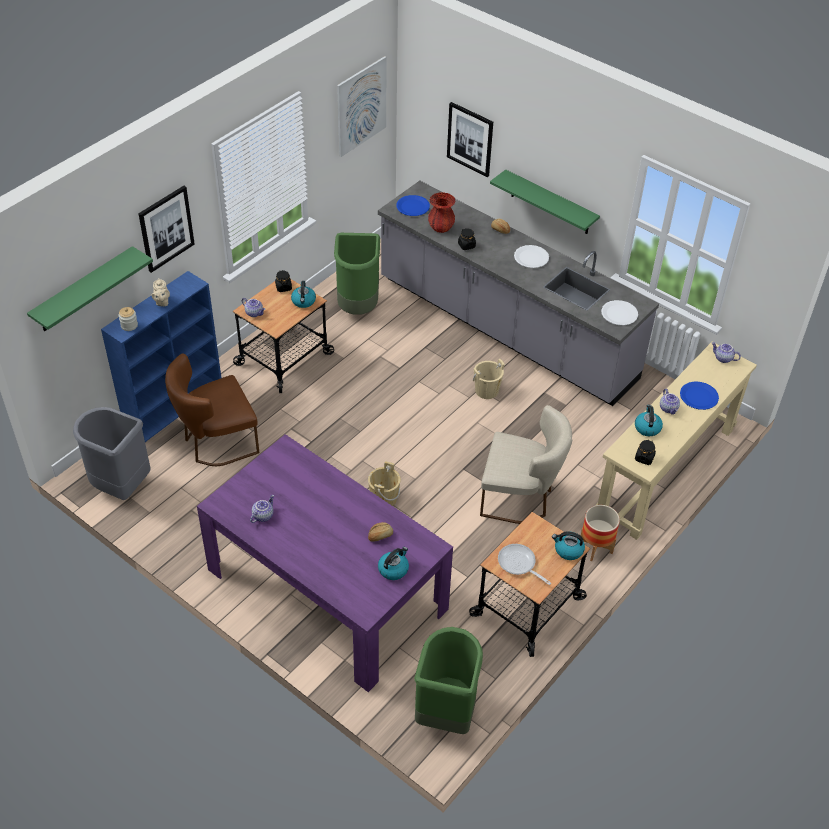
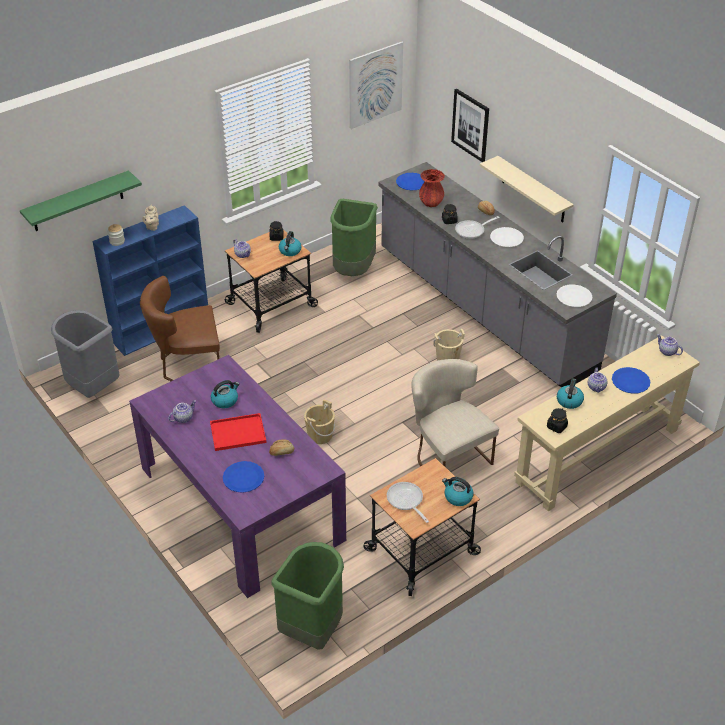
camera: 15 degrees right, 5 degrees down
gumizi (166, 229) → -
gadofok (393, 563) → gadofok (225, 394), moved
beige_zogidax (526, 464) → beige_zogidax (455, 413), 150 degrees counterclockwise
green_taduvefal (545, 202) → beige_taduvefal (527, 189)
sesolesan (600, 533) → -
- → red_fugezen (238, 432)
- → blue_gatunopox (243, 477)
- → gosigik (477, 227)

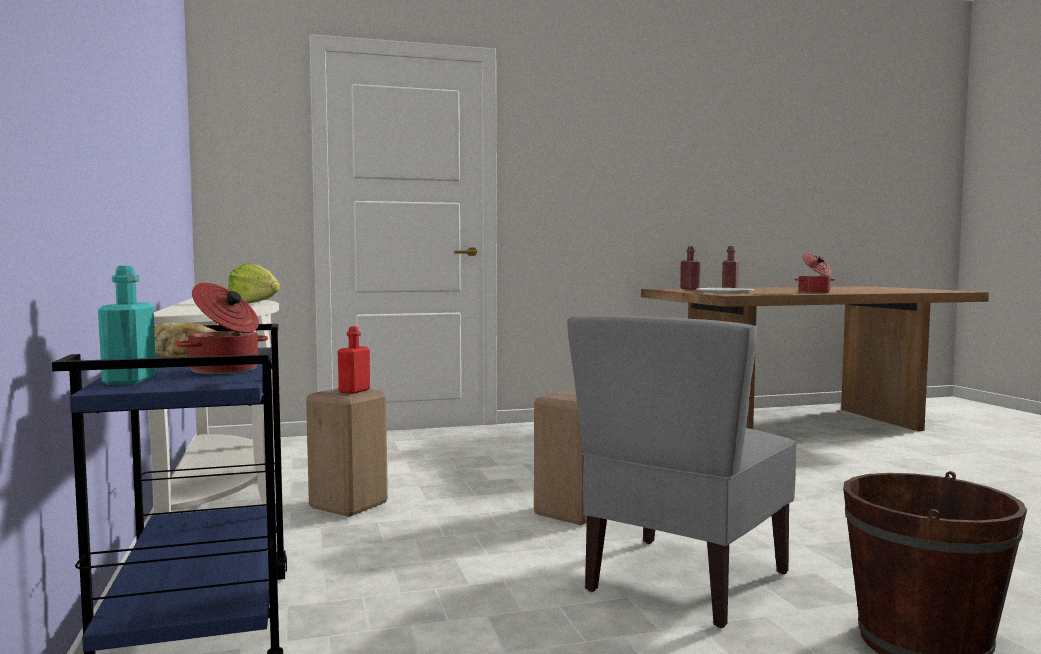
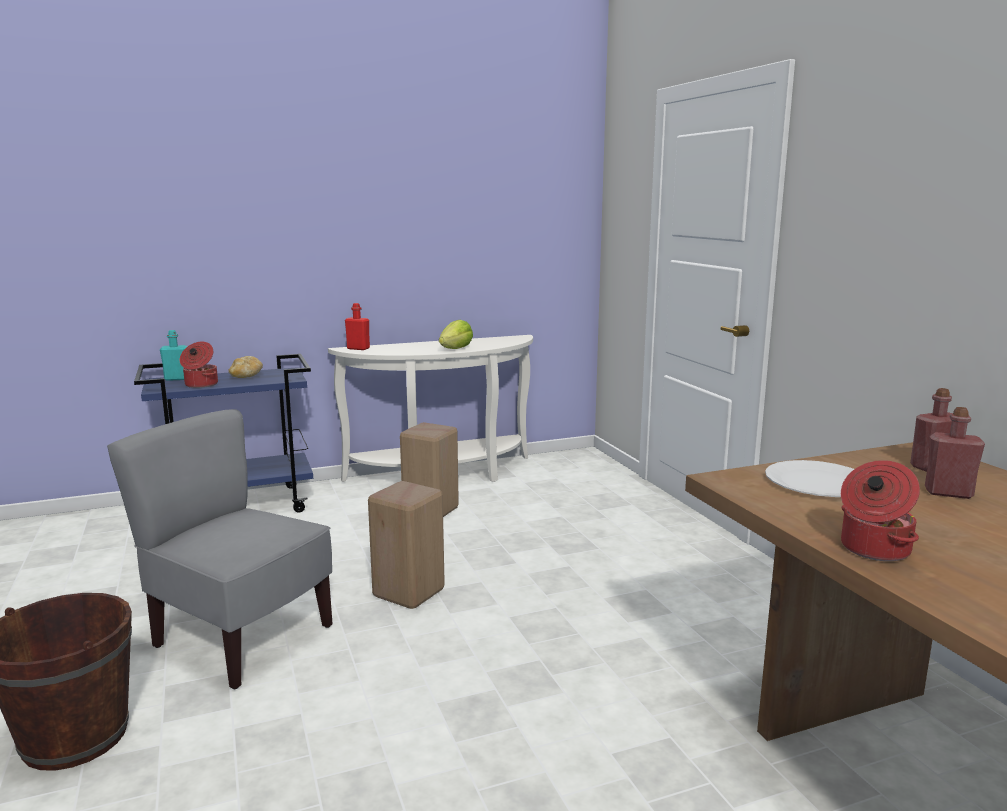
camera: 85 degrees right, 10 degrees up
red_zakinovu (354, 360) → red_zakinovu (357, 326), moved

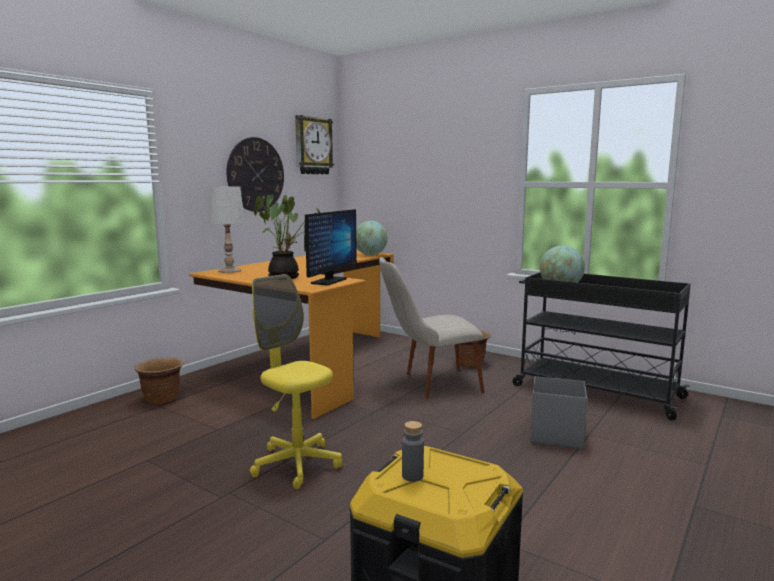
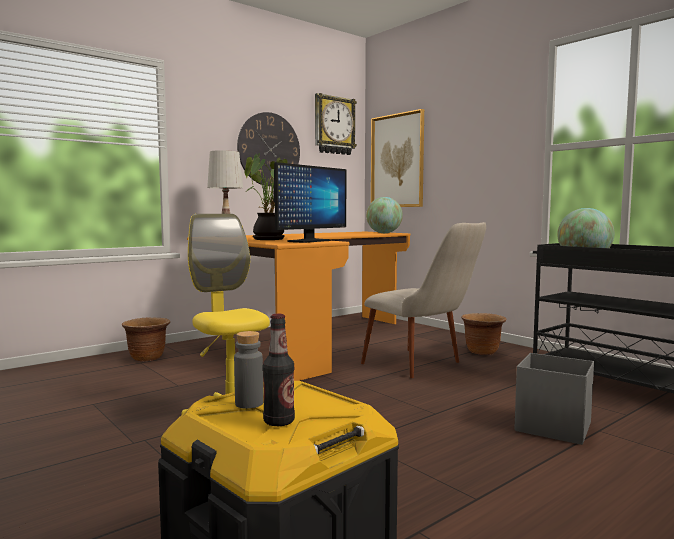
camera: 15 degrees right, 5 degrees down
beige_zogidax (431, 327) → beige_zogidax (423, 300), 135 degrees counterclockwise
- → zakinovu (278, 370)
- → gumizi (397, 158)

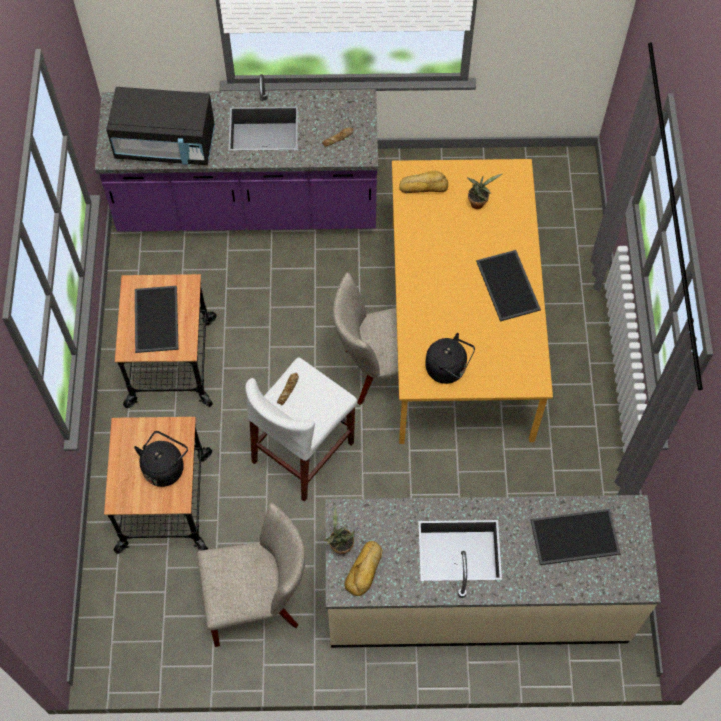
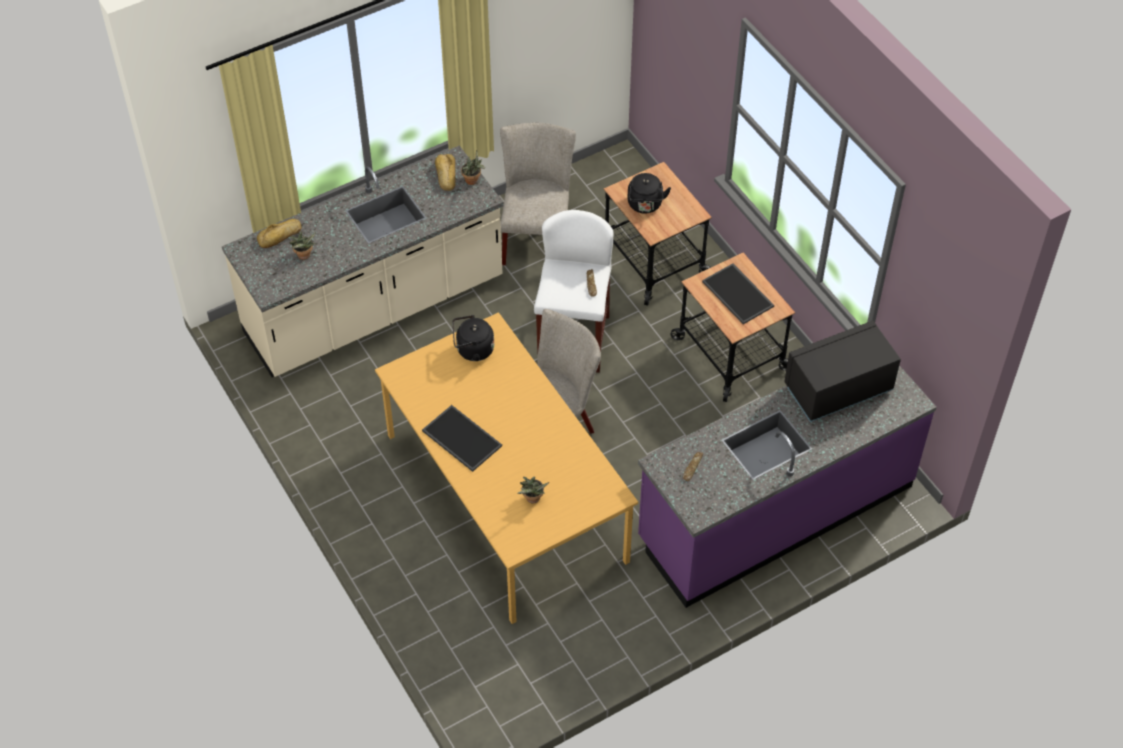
camera: 150 degrees right, 10 degrees down
beige_zogidax (251, 575) → beige_zogidax (538, 194), 135 degrees clockwise
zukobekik (423, 182) → zukobekik (279, 233), moved
fugezen (576, 537) → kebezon (302, 245)

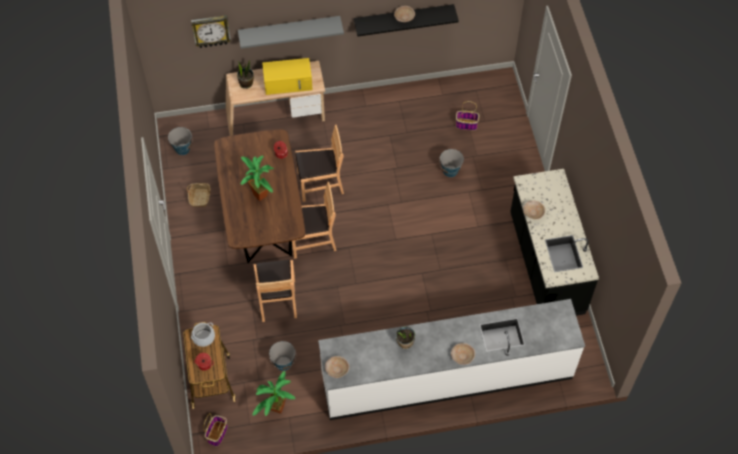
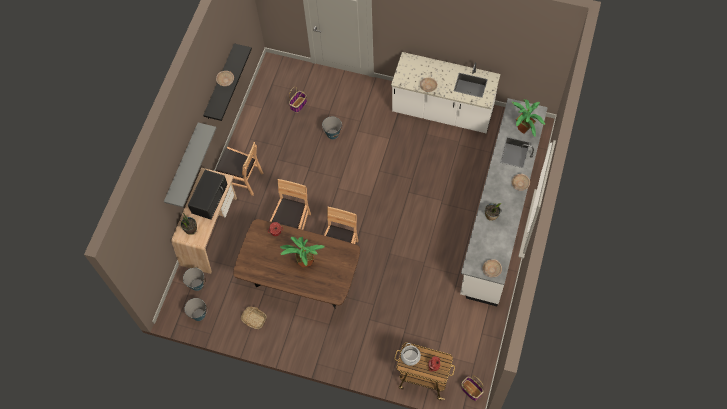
camera: 60 degrees left, 5 degrees up
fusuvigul (211, 31) → -
kebezon (273, 393) → kebezon (528, 118), moved
brown_zogidax (275, 291) → brown_zogidax (239, 169), moved
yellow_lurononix (287, 76) → black_lurononix (208, 195)
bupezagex (282, 356) → bupezagex (194, 279), moved
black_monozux (554, 242) → white_monozux (445, 92)

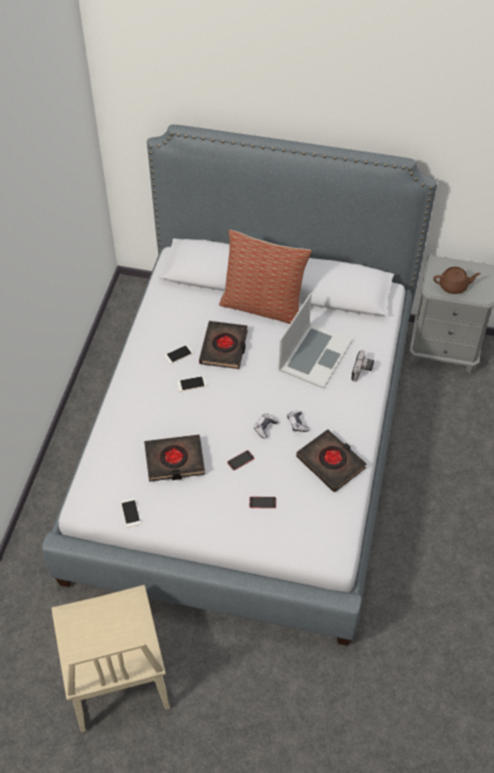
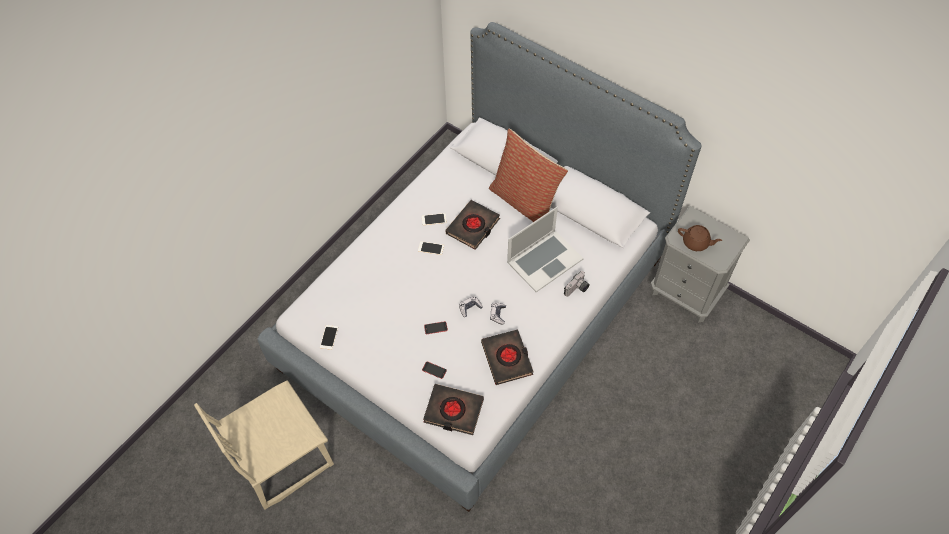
camera: 25 degrees right, 5 degrees up
beige_zogidax (110, 658) → beige_zogidax (264, 445), 45 degrees clockwise
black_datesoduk (174, 458) → black_datesoduk (453, 409), moved

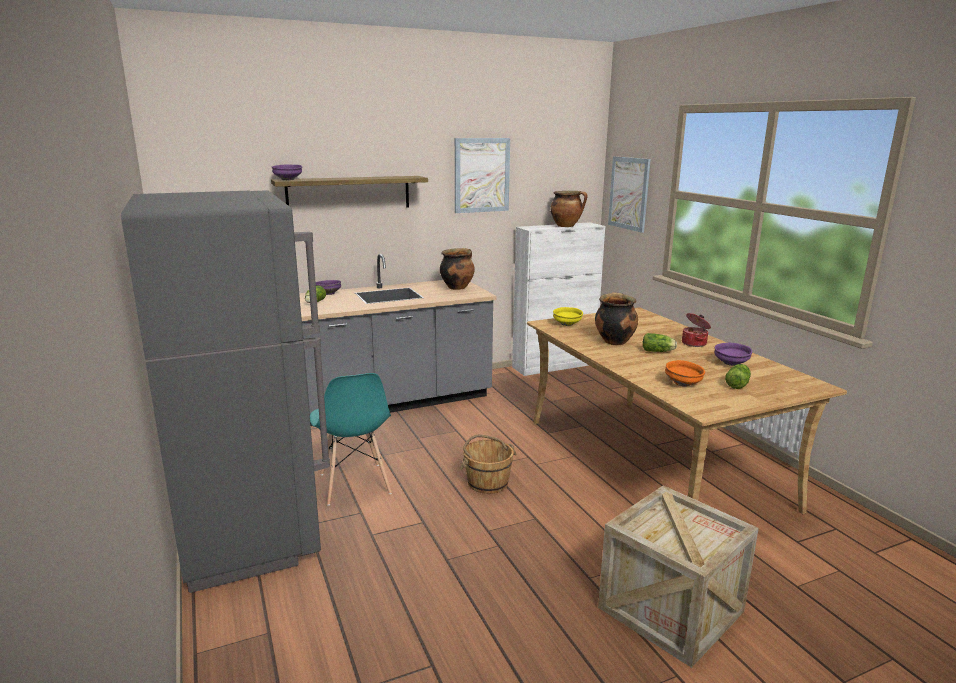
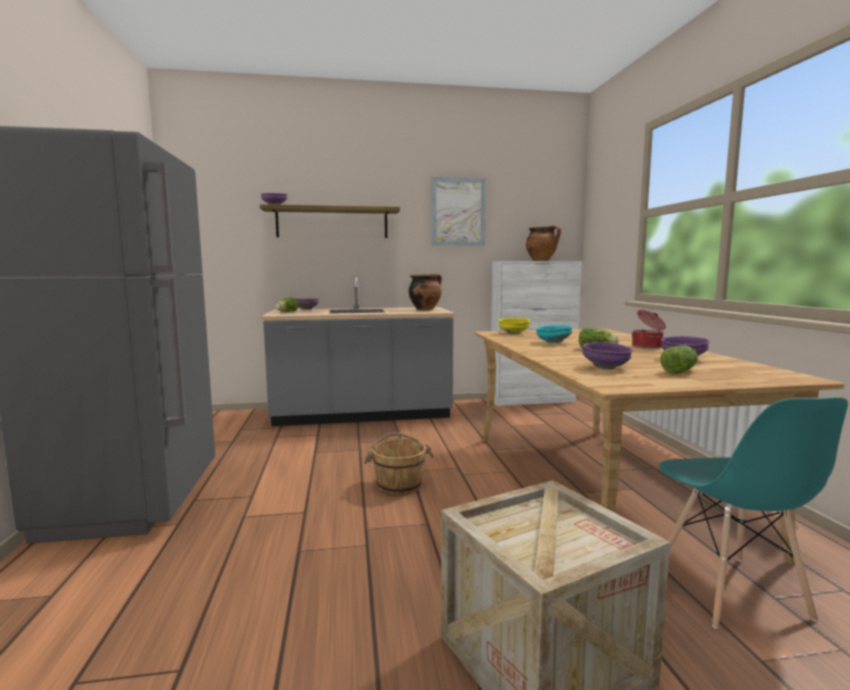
camera: 15 degrees right, 10 degrees down
turquoise_zogidax (351, 439) → turquoise_zogidax (753, 513), moved
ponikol (616, 318) → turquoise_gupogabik (554, 334)
gumizi (629, 194) → -
orange_gupogabik (685, 373) → purple_gupogabik (607, 355)

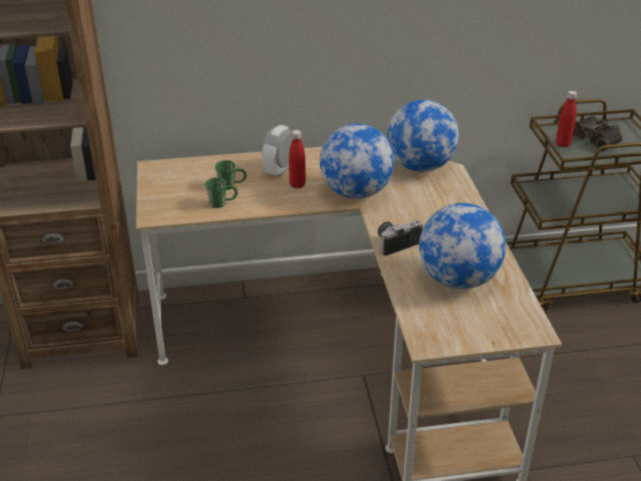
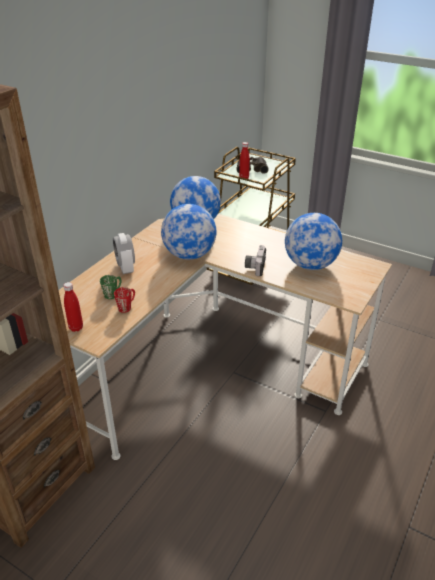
camera: 50 degrees left, 0 degrees up
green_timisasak (221, 192) → red_timisasak (124, 300)
red_zakinovu (297, 159) → red_zakinovu (73, 307), moved

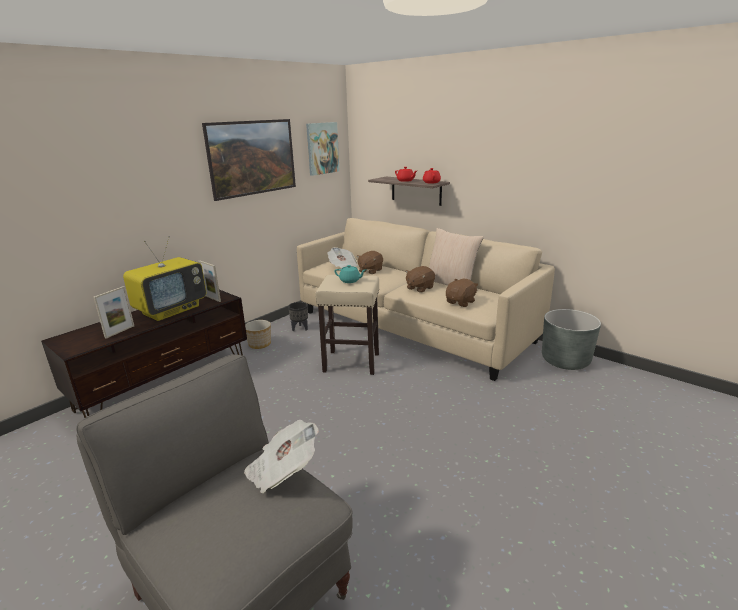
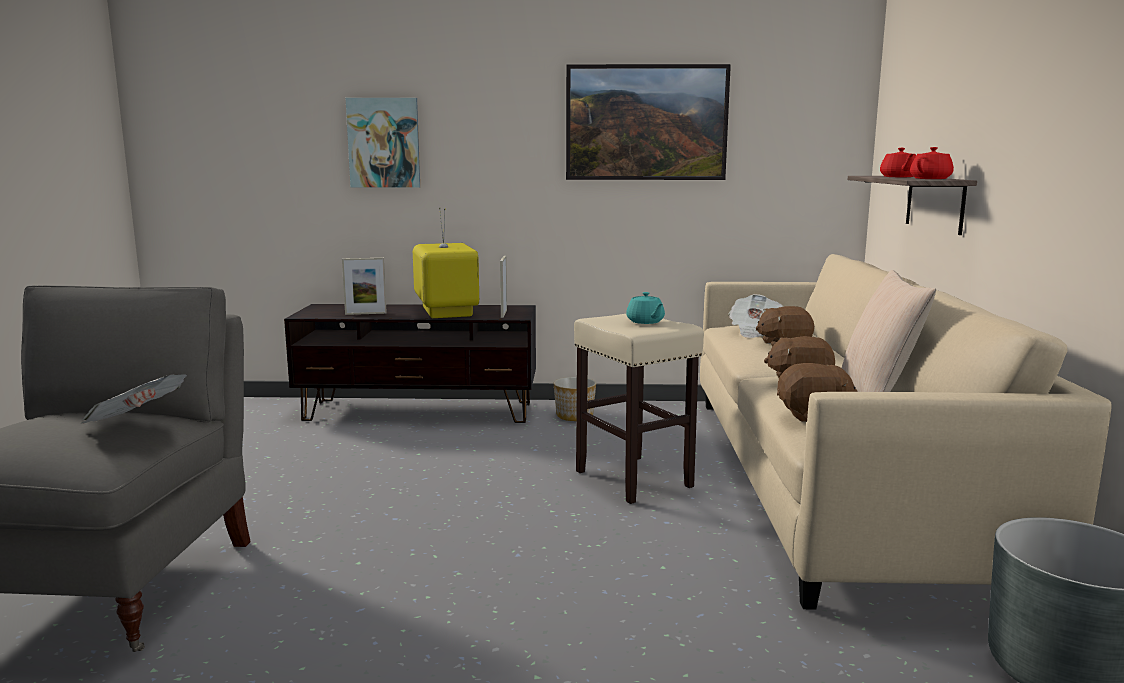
camera: 50 degrees right, 10 degrees down
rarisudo (164, 278) → rarisudo (446, 262), 105 degrees counterclockwise
black_sesolesan (298, 316) → -
gumizi (323, 149) → gumizi (383, 143), moved

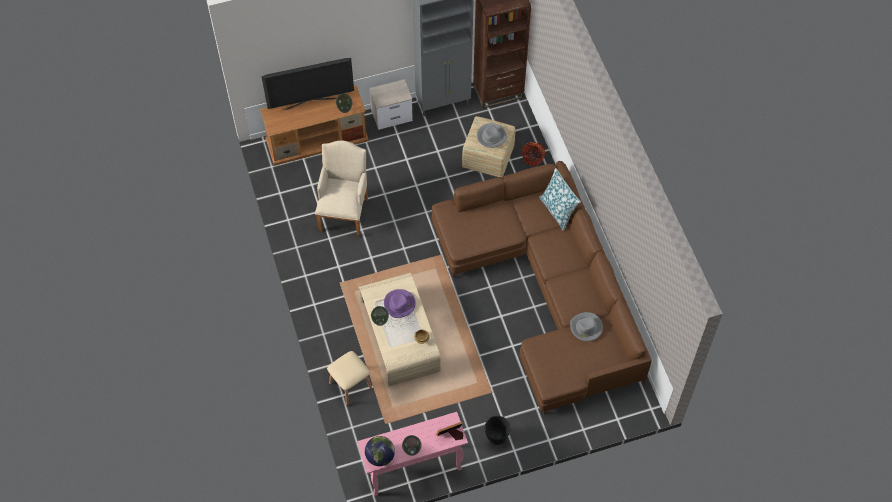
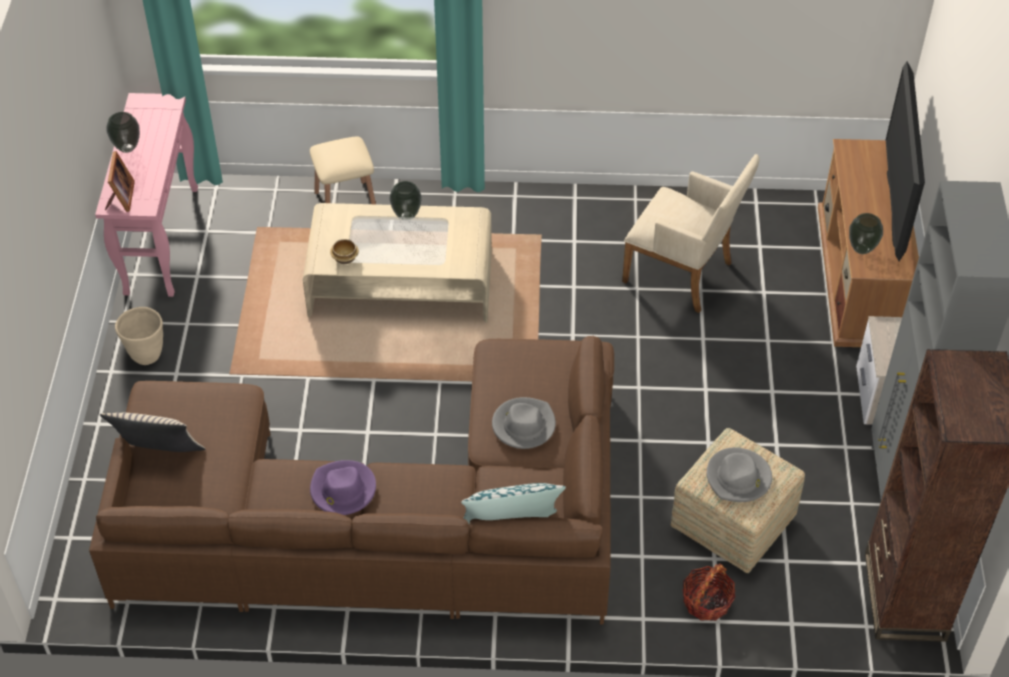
camera: 110 degrees right, 10 degrees down
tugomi (380, 451) → -
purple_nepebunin (400, 303) → purple_nepebunin (343, 487), moved
black_sesolesan (498, 430) → beige_sesolesan (139, 336)
grey_nepebunin (586, 326) → grey_nepebunin (524, 423), moved
- → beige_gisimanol (153, 432)

